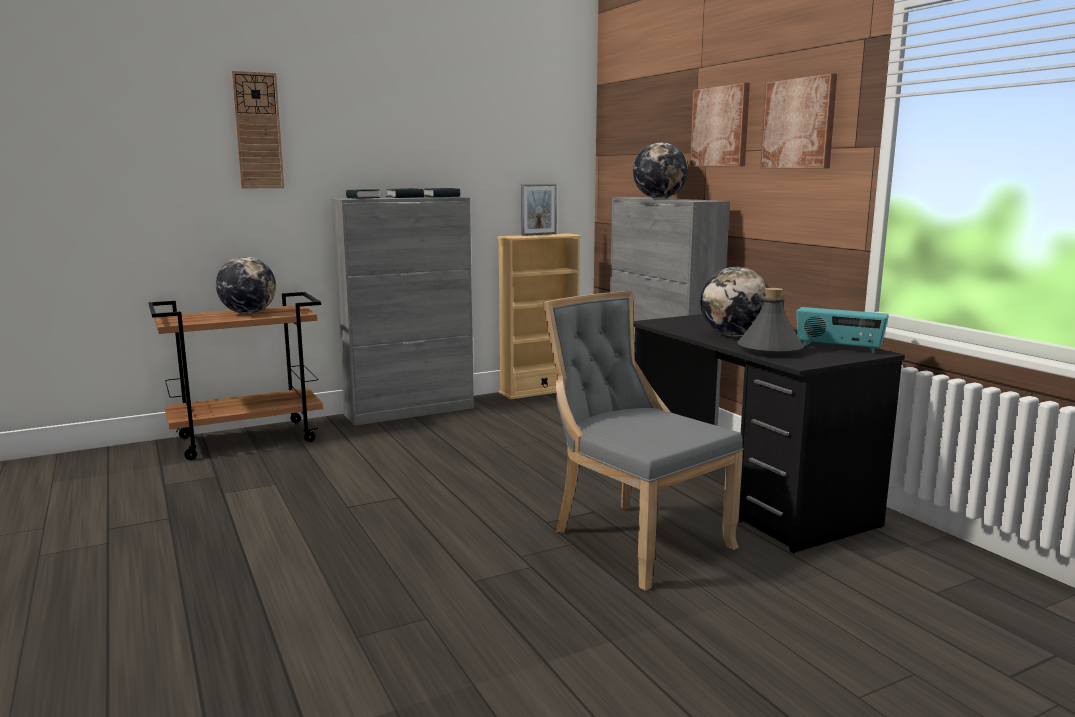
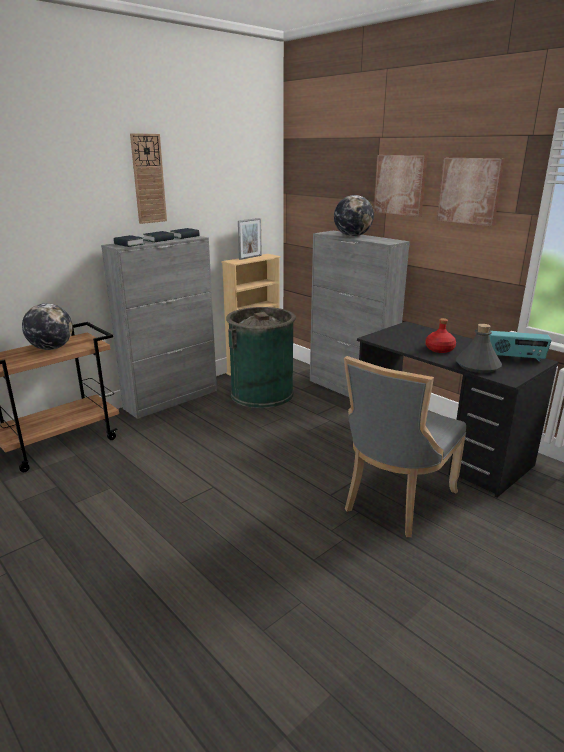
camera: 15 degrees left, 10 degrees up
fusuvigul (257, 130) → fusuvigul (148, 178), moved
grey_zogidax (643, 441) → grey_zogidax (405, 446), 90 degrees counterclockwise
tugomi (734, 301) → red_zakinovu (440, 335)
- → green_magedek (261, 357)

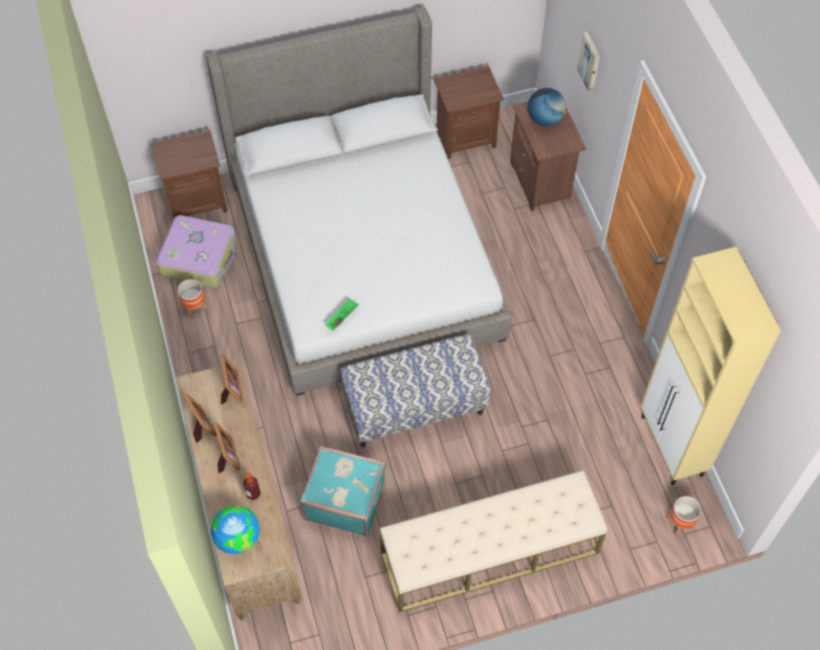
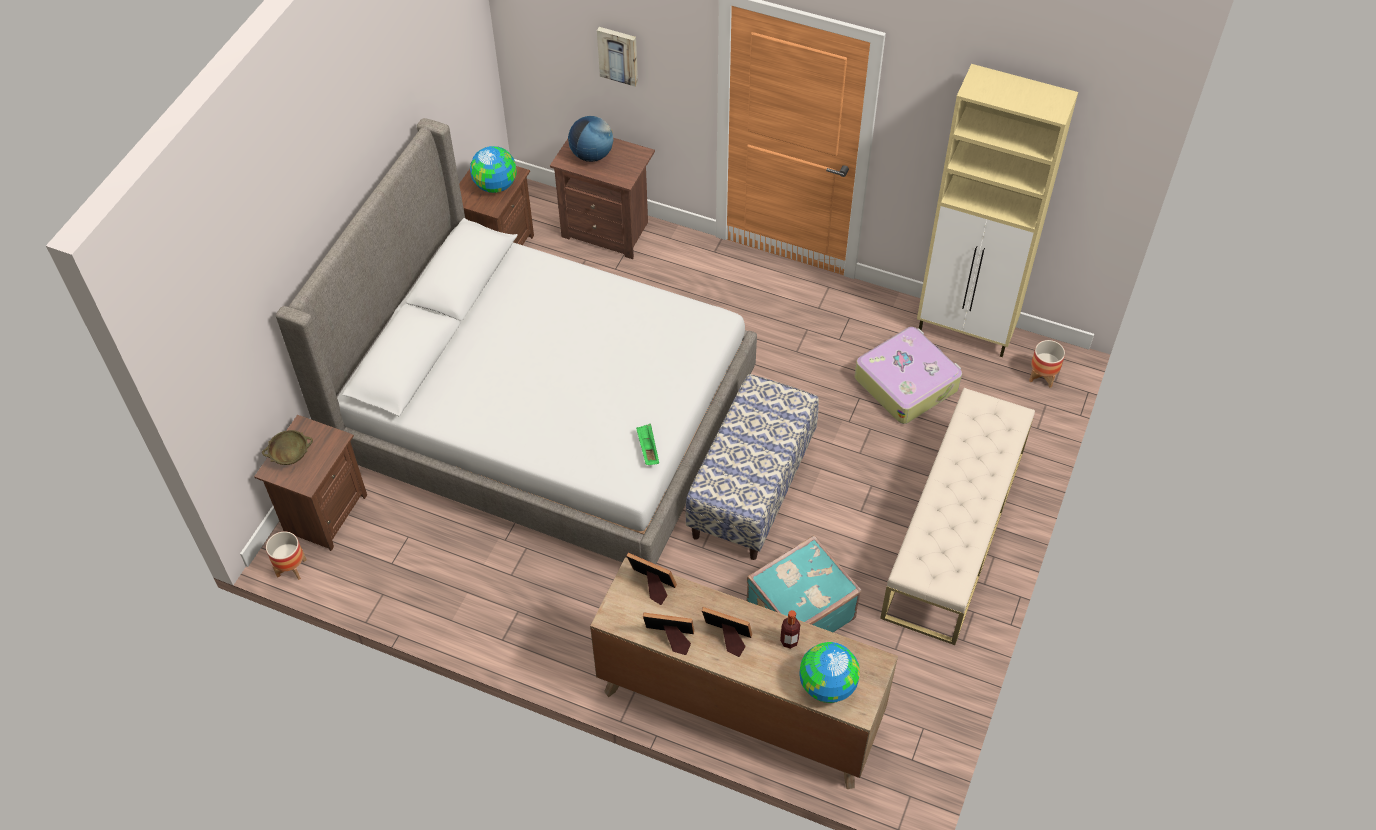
camera: 50 degrees left, 5 degrees down
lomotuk (196, 251) → lomotuk (908, 375), moved
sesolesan (192, 298) → sesolesan (286, 555), moved
- → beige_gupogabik (287, 447)
- → tugomi (493, 169)

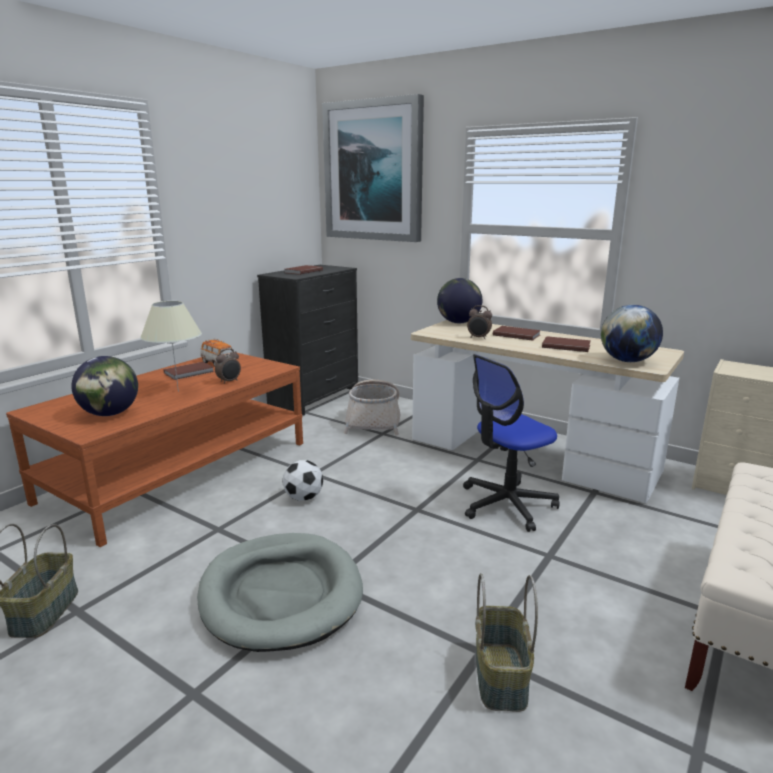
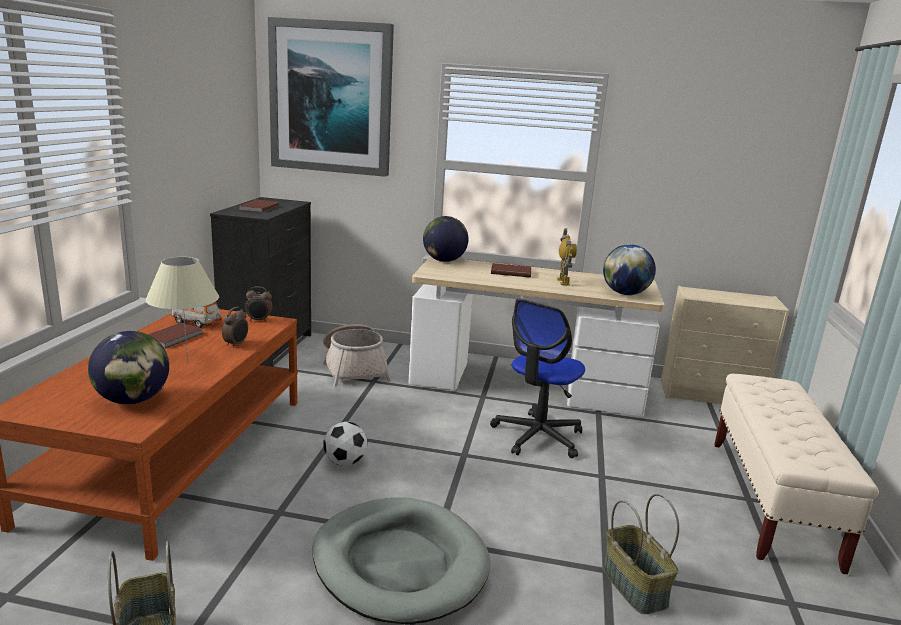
camera: 25 degrees left, 0 degrees up
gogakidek (479, 322) → gogakidek (258, 304), moved
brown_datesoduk (566, 344) → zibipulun (567, 257)

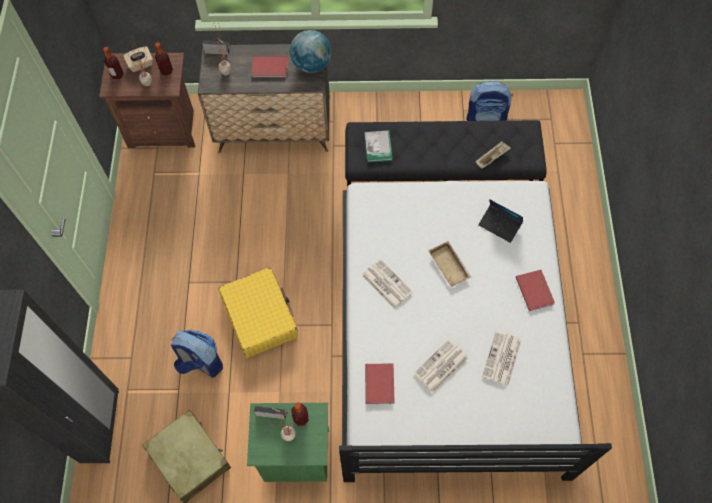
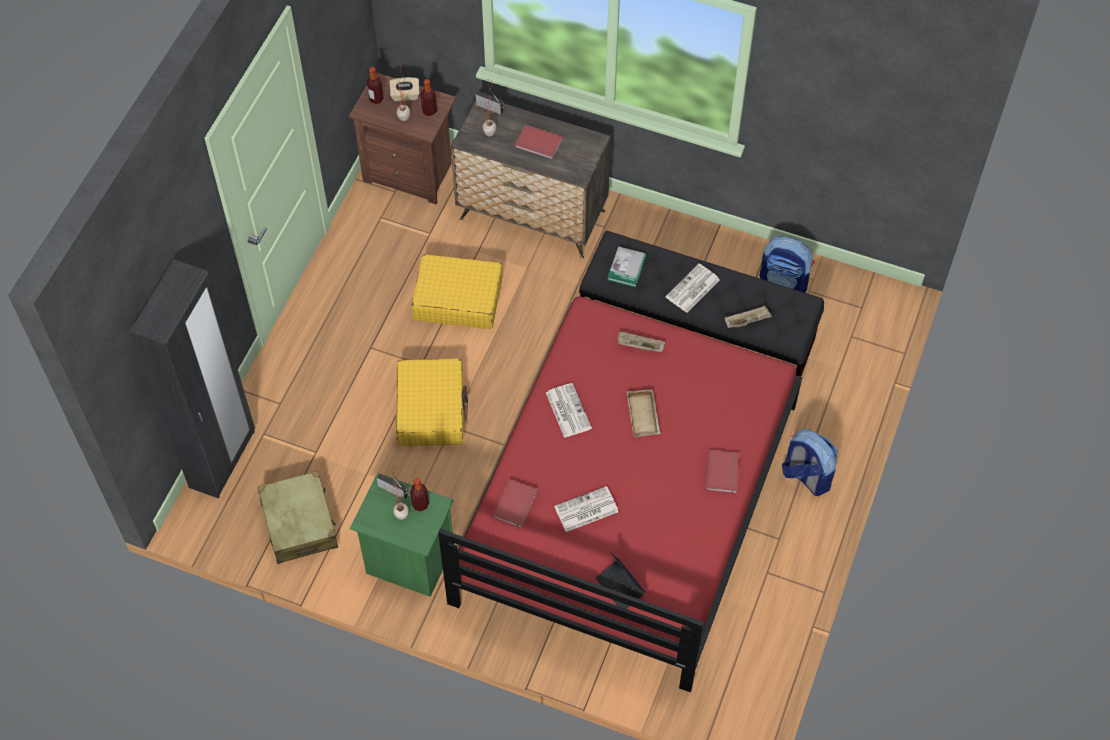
camera: 20 degrees right, 5 degrees down
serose (197, 353) → serose (810, 462), moved
tugomi (311, 51) → -
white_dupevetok (475, 331) → red_dupevetok (620, 494)
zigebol (500, 221) → zigebol (621, 580), moved
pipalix (501, 358) → pipalix (692, 288), moved
- → yellow_lomotuk (456, 292)
- → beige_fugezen (641, 341)

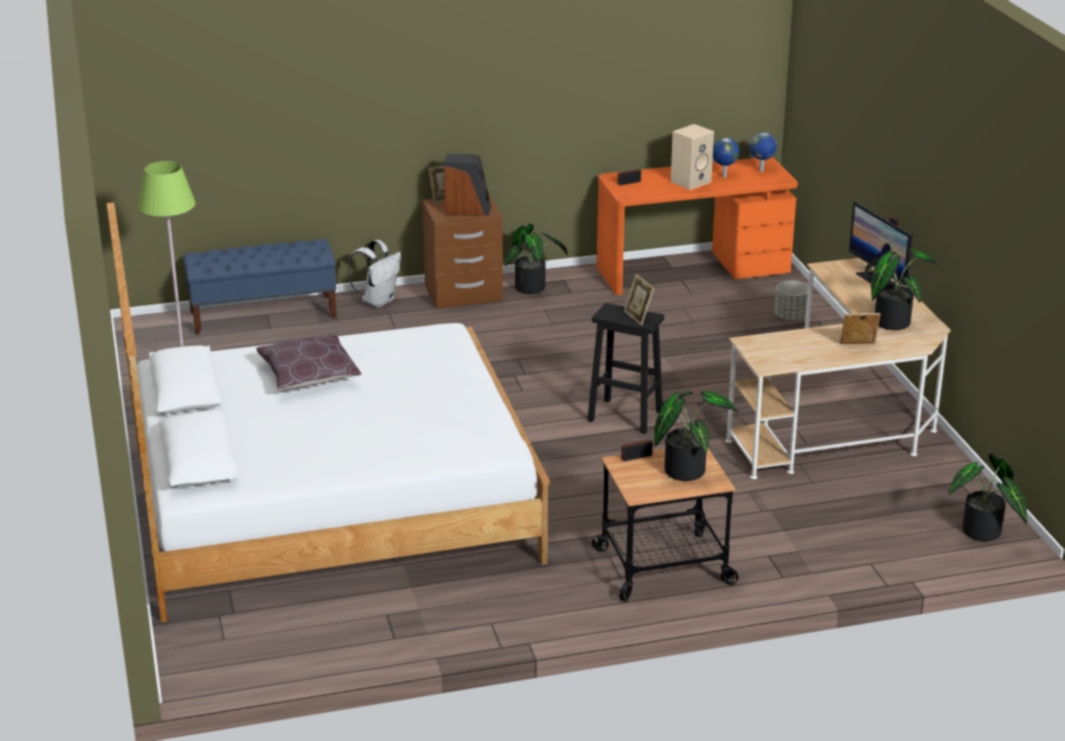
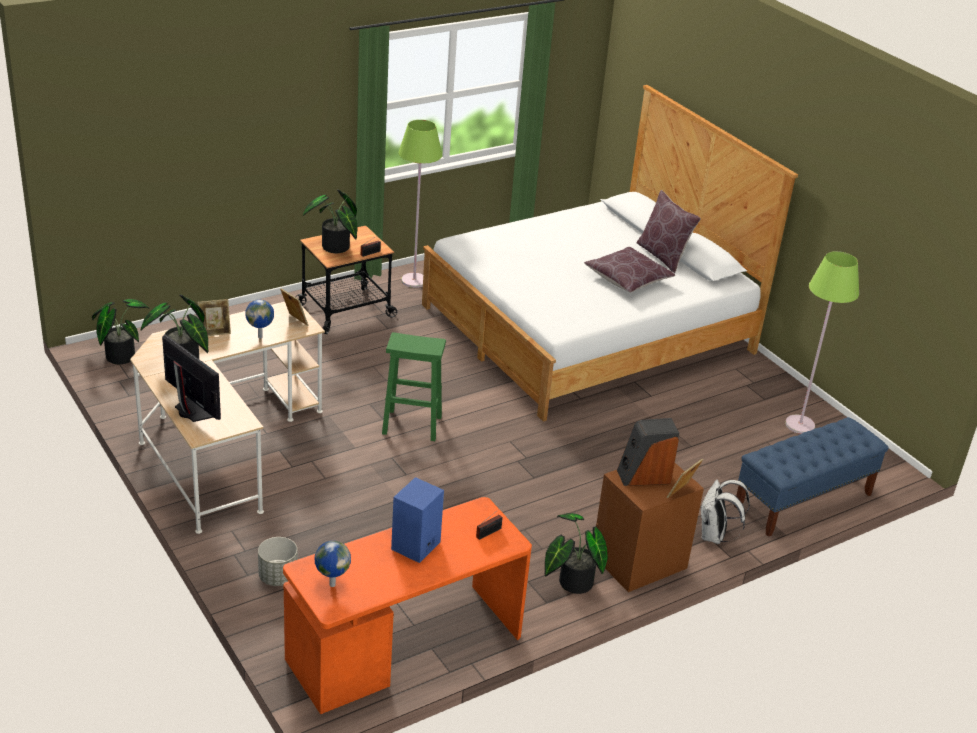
camera: 160 degrees right, 5 degrees up
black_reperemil (625, 368) → green_reperemil (414, 386)
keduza (639, 299) → keduza (294, 307), moved
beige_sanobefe (692, 157) → blue_sanobefe (417, 520)
tugomi (726, 158) → tugomi (259, 319), moved
- → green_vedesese (420, 204)
- → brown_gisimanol (669, 231)

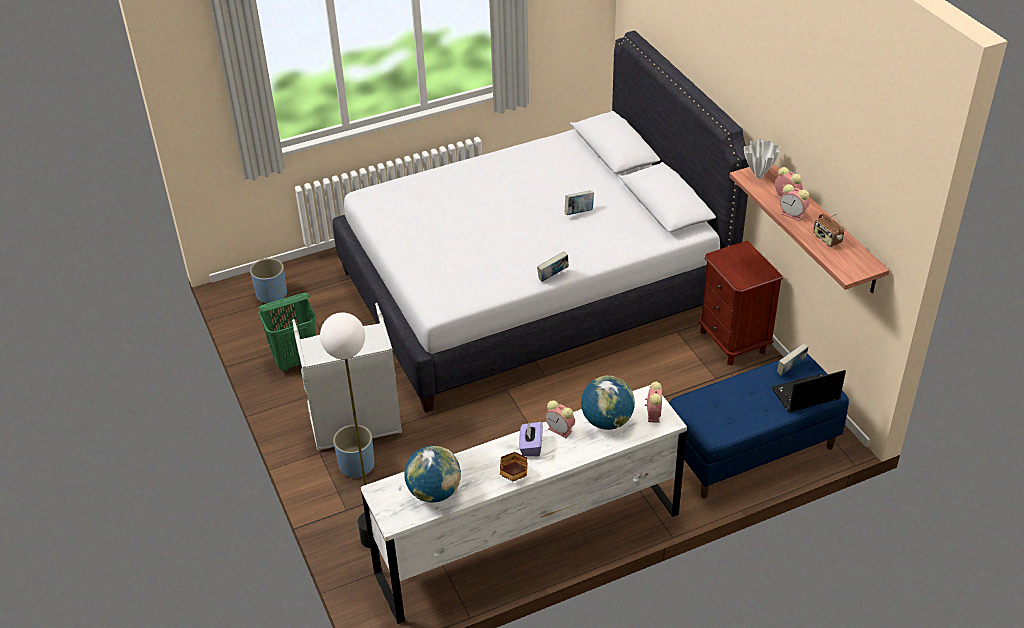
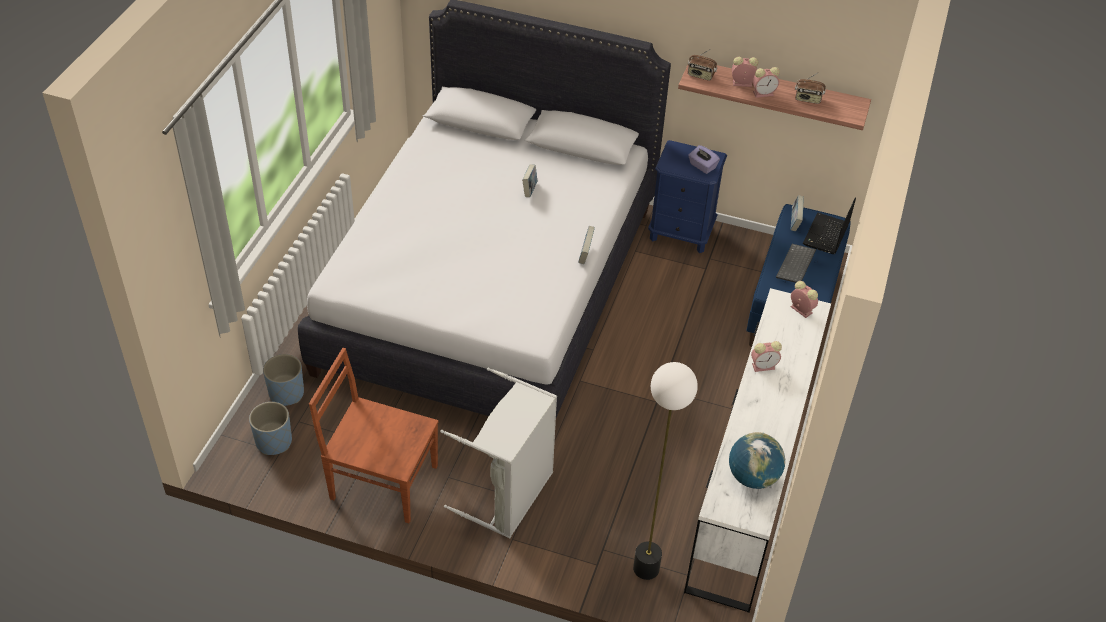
camera: 50 degrees left, 5 degrees up
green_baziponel (287, 332) → brown_zogidax (374, 435)
blue_sesolesan (353, 452) → blue_sesolesan (283, 380), moved
gupogabik (514, 466) → -
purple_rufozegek (531, 439) → purple_rufozegek (704, 159), moved
tugomi (608, 403) → -
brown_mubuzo (741, 303) → blue_mubuzo (687, 196)
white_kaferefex (762, 159) → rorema (702, 65)
- → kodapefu (796, 263)

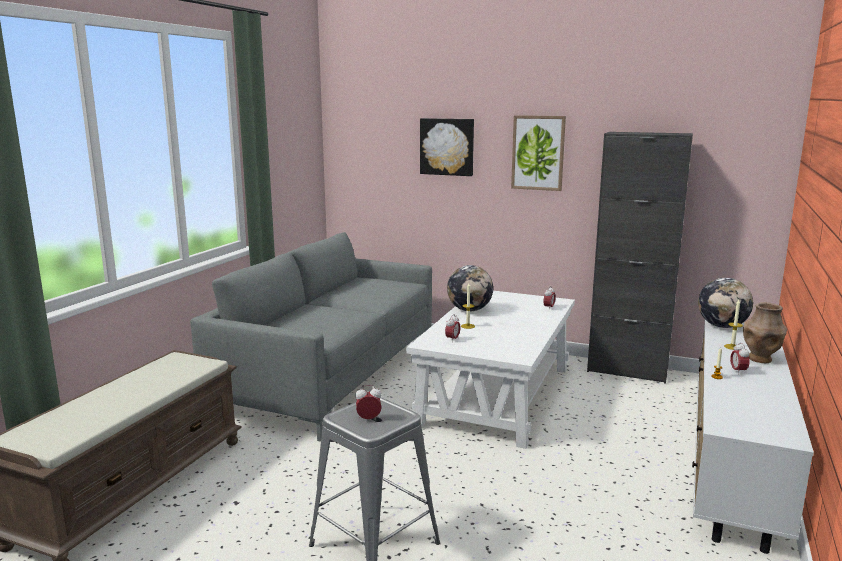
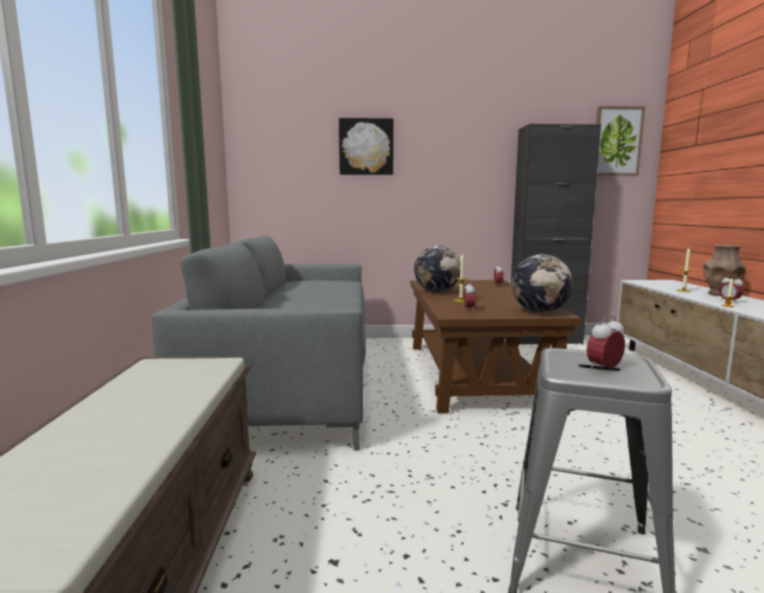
camera: 25 degrees left, 5 degrees down
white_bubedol (490, 370) → brown_bubedol (496, 347)
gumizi (538, 153) → gumizi (620, 141), moved
tugomi (725, 303) → tugomi (542, 283), moved

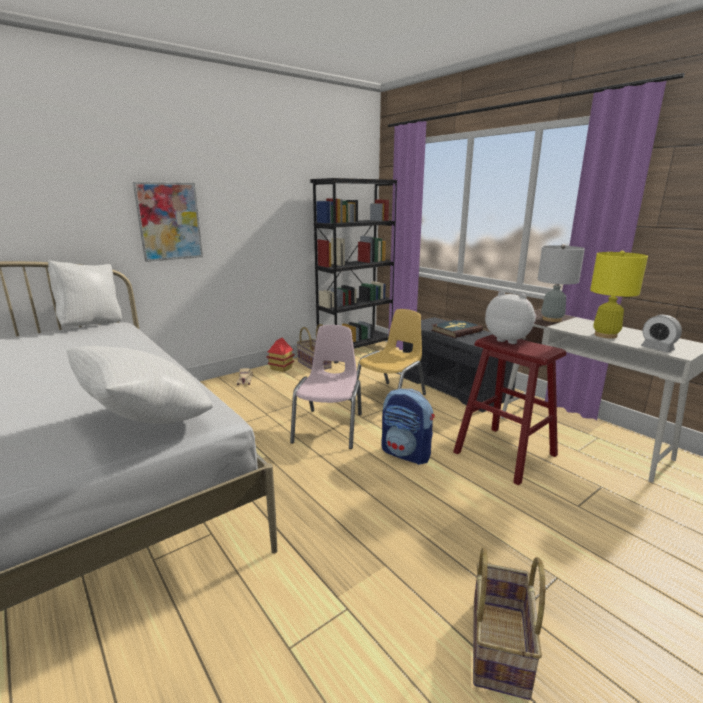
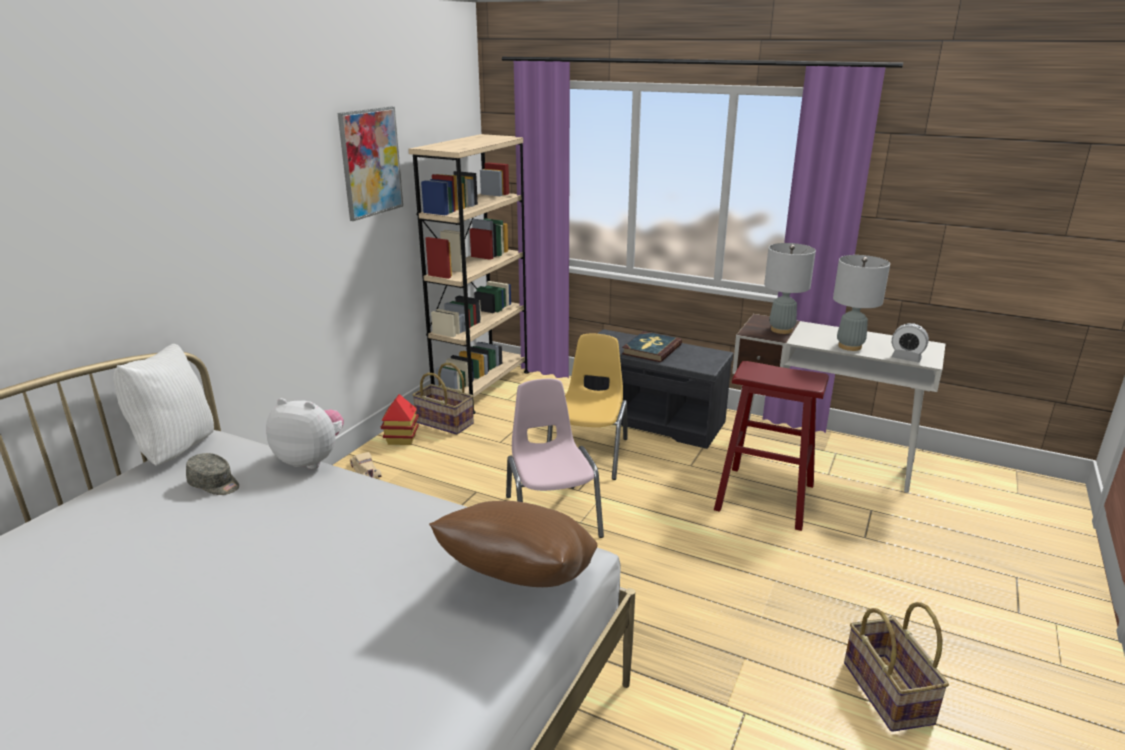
camera: 25 degrees left, 5 degrees up
white_gisimanol (140, 385) → brown_gisimanol (513, 544)
gumizi (168, 222) → gumizi (370, 164), moved
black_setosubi (353, 270) → beige_setosubi (469, 274)
serose (408, 427) → -
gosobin (510, 317) → gosobin (305, 433), moved
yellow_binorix (619, 295) → grey_binorix (861, 303)
- → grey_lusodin (212, 474)

